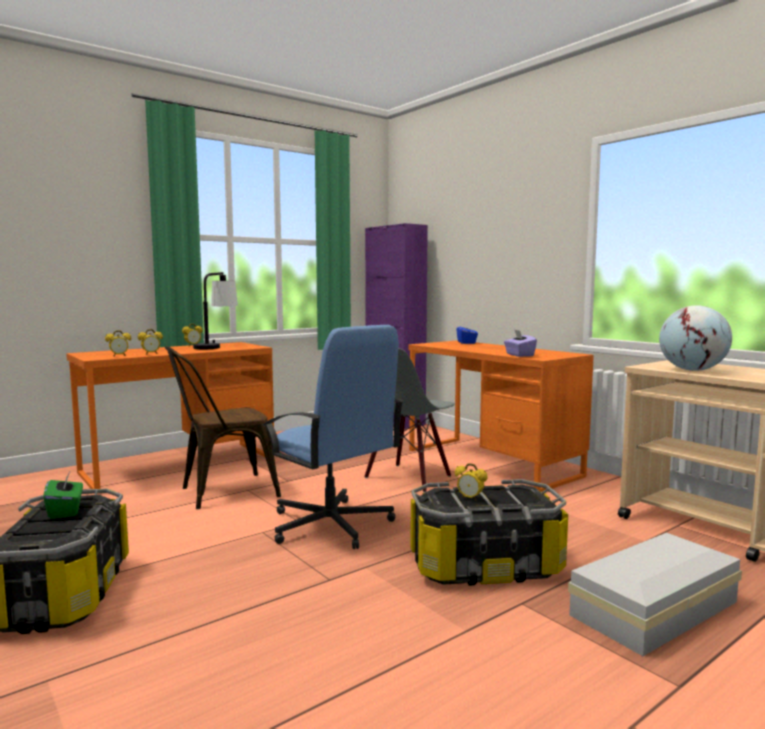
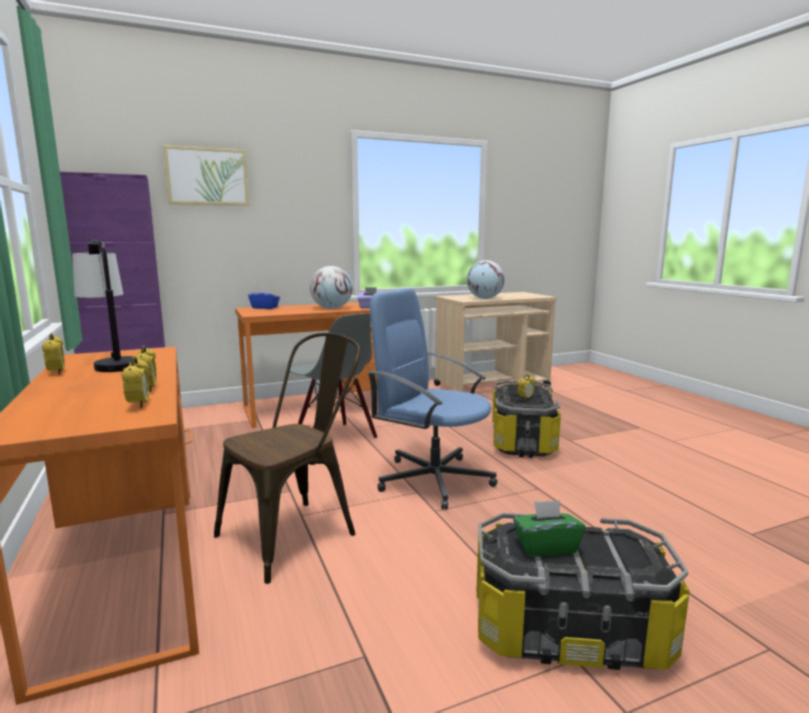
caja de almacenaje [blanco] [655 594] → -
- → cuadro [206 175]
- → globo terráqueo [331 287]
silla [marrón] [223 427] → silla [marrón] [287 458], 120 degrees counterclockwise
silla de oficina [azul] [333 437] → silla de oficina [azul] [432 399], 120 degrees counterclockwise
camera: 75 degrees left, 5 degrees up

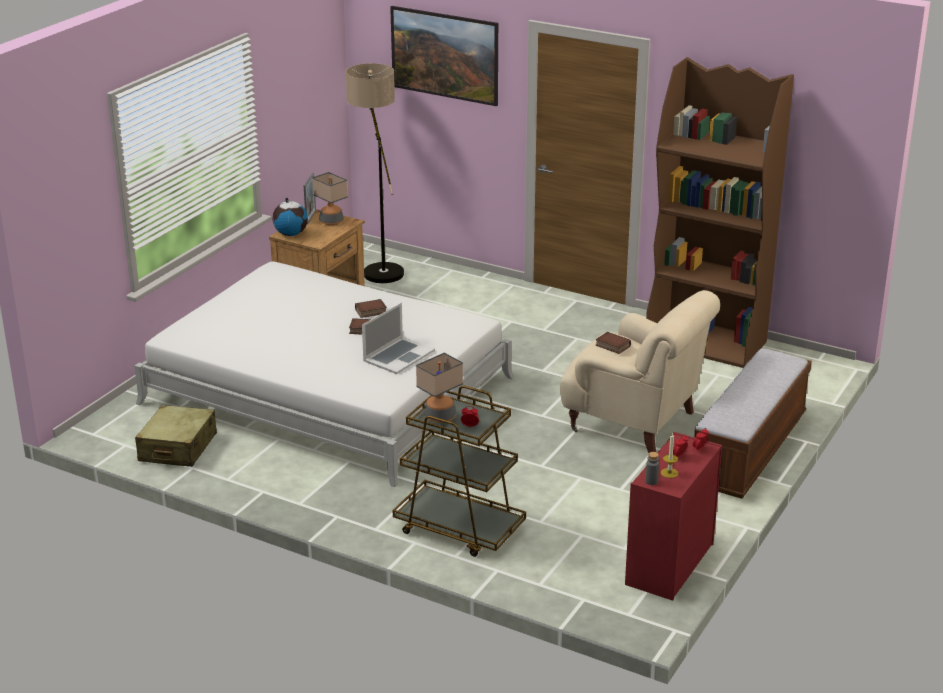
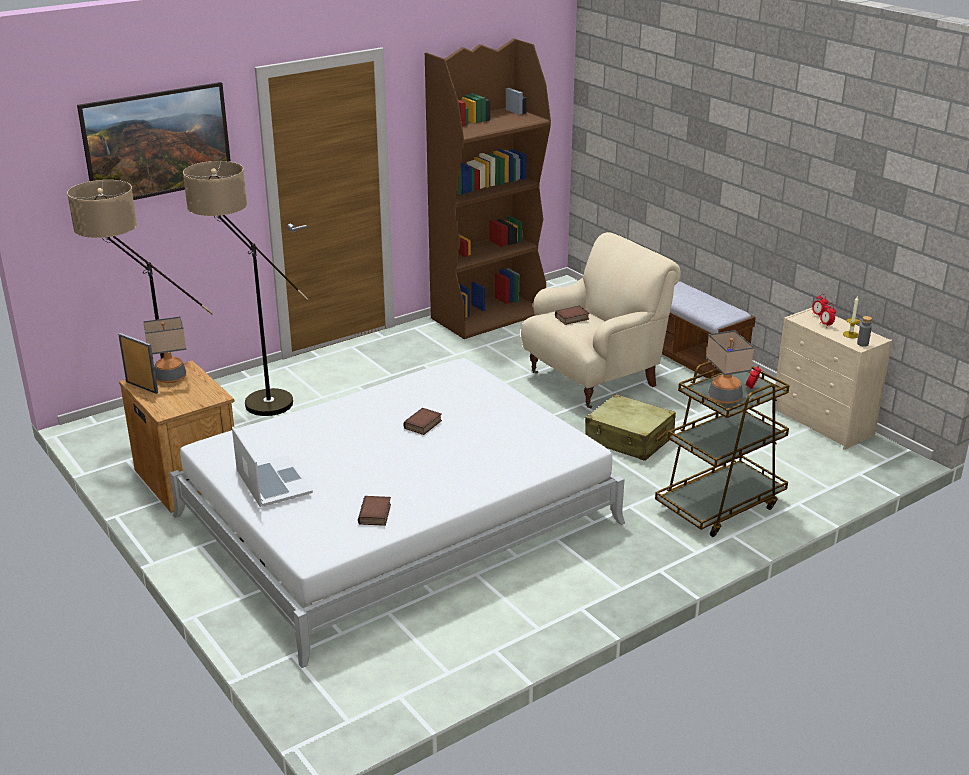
globo terráqueo [290 216] → -
- → lámpara de pie [245 288]
maleta [beis] [176 436] → maleta [beis] [630 427], relocated
libro [371 308] → libro [374 511], relocated
portátil [398 338] → portátil [272 467], relocated
cómoda [rojo] [673 516] → cómoda [beis] [832 379]
camera: 65 degrees left, 0 degrees up

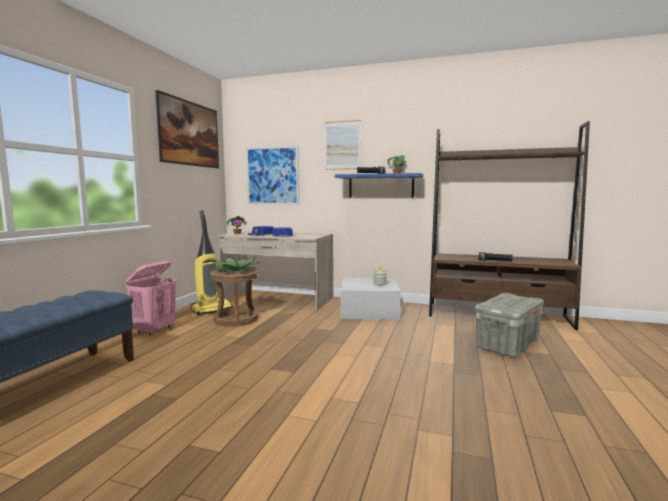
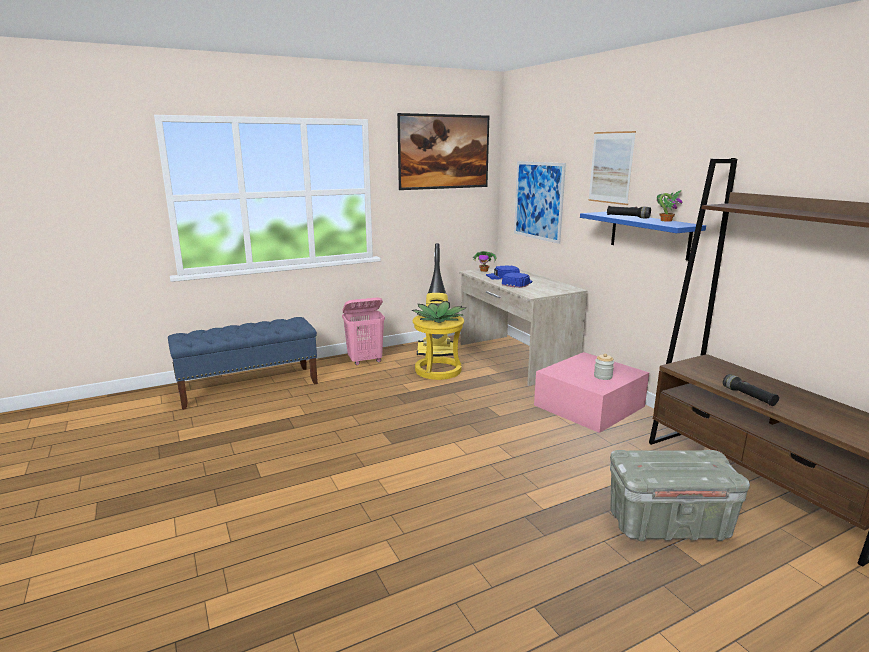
taburete [marrón] [234 297] → taburete [amarillo] [438 347]
caja de almacenaje [blanco] [370 298] → caja de almacenaje [rosa] [591 392]
camera: 45 degrees right, 10 degrees up

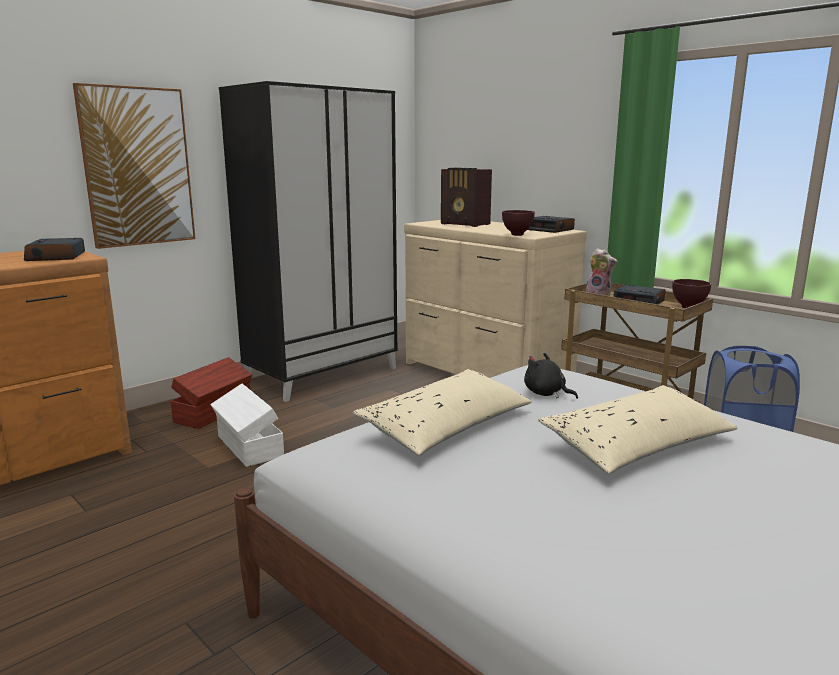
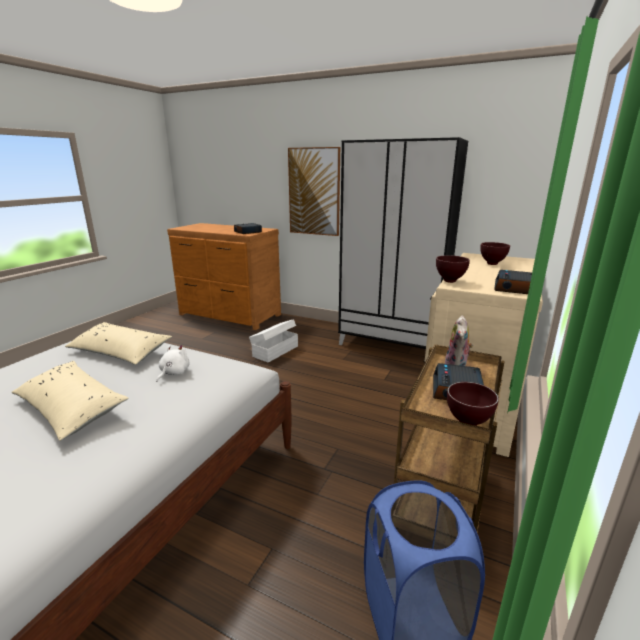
caja de almacenaje [marrón] [211 393] → -
radio [466 197] → cuenco [marrón] [495 253]
peluche [negro] [551 376] → peluche [blanco] [172 363]
camera: 70 degrees right, 5 degrees up

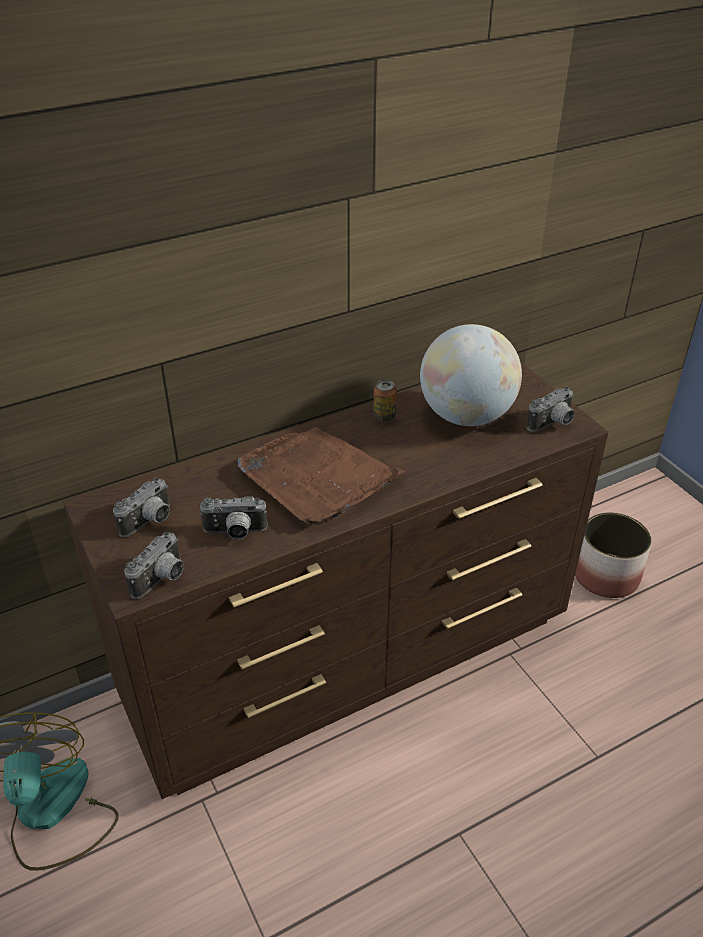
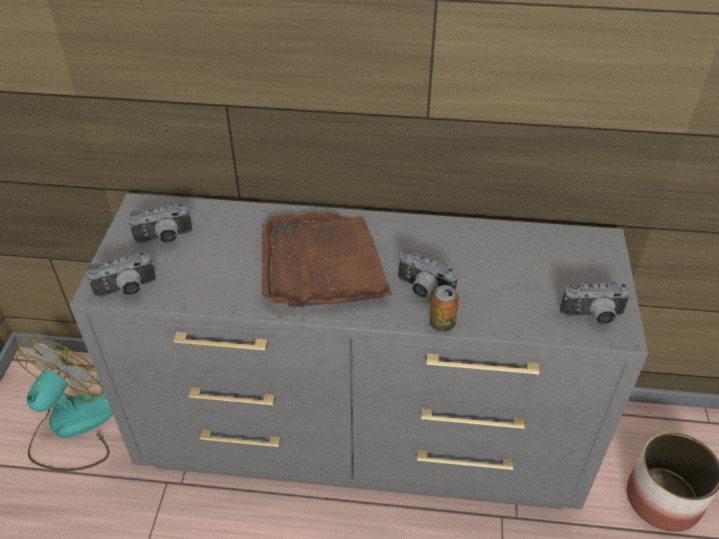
globo terráqueo [471 375] → -
cámara [233 518] → cámara [428 273], relocated
lata [385 401] → lata [444 308], relocated
cómoda [marrón] [335 580] → cómoda [gris] [359 351]
camera: 35 degrees right, 5 degrees up

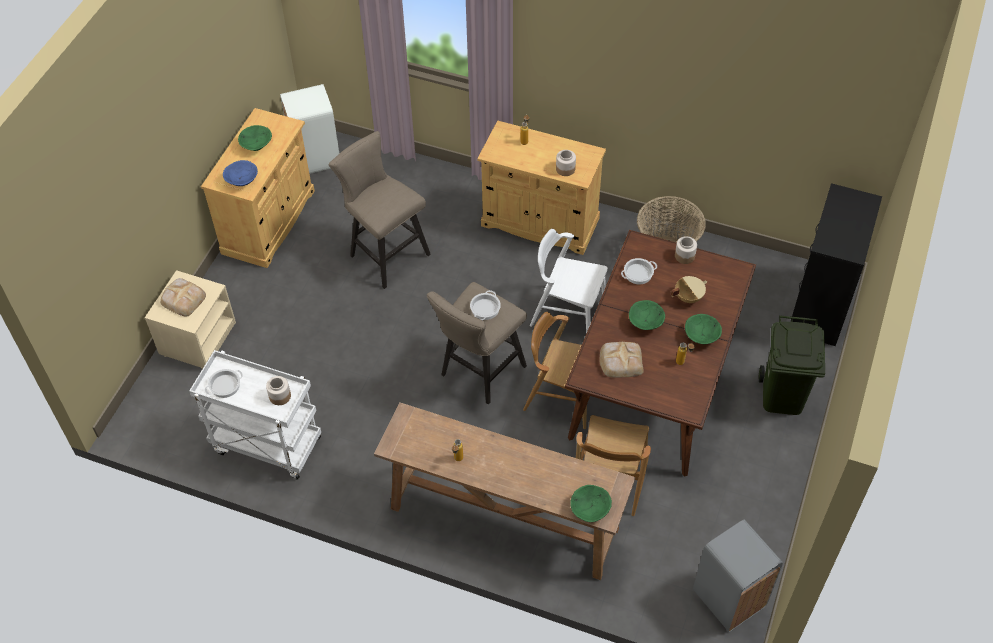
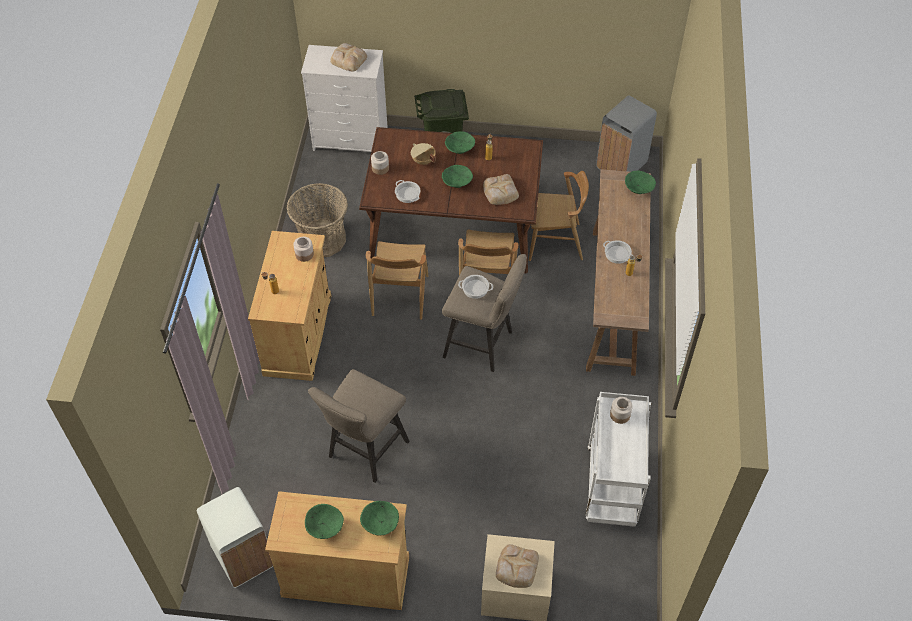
- → pan [348 57]
olla [224 383] → olla [618 252], relocated
cuenco [azul] [240 173] → cuenco [verde] [379 518]
silla [blanco] [569 281] → silla [marrón] [397 280]
cómoda [negro] [836 264] → cómoda [blanco] [344 98]
camera: 105 degrees left, 0 degrees up

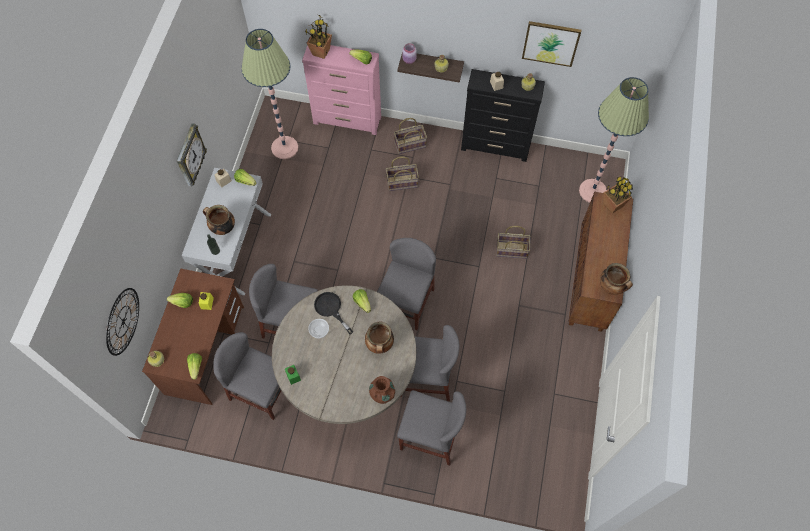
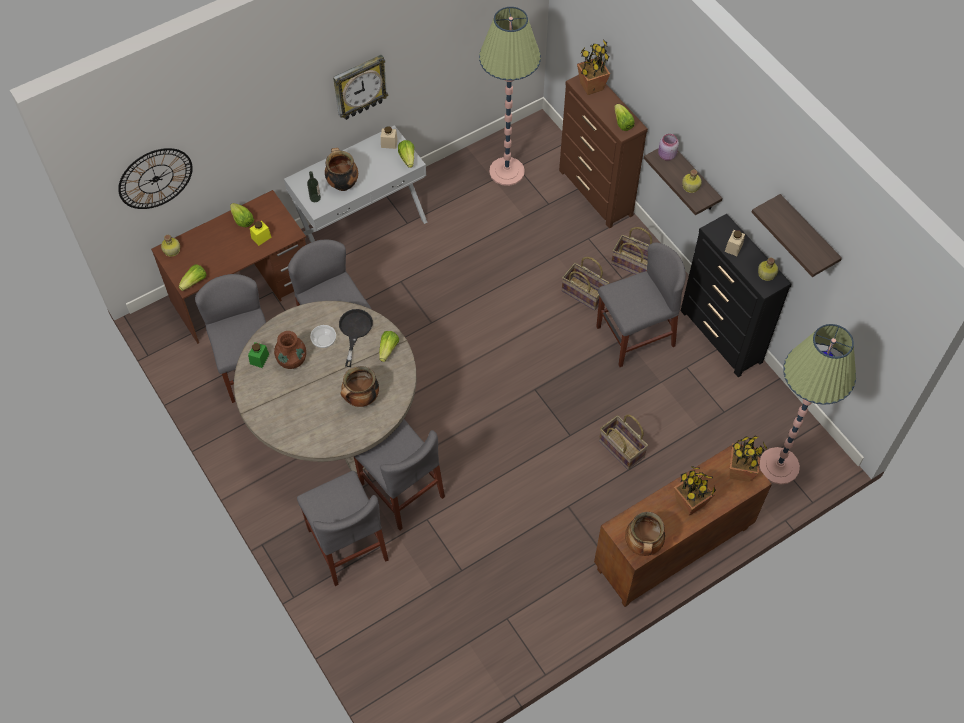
- → planta en maceta [695 491]
florero [marrón] [382 390] → florero [marrón] [290 350], relocated
silla [gris] [406 284] → silla [gris] [641 305], relocated
cuadro [551 44] → estante [796 235]
cómoda [rosa] [341 90] → cómoda [marrón] [603 152]
camera: 45 degrees right, 5 degrees down

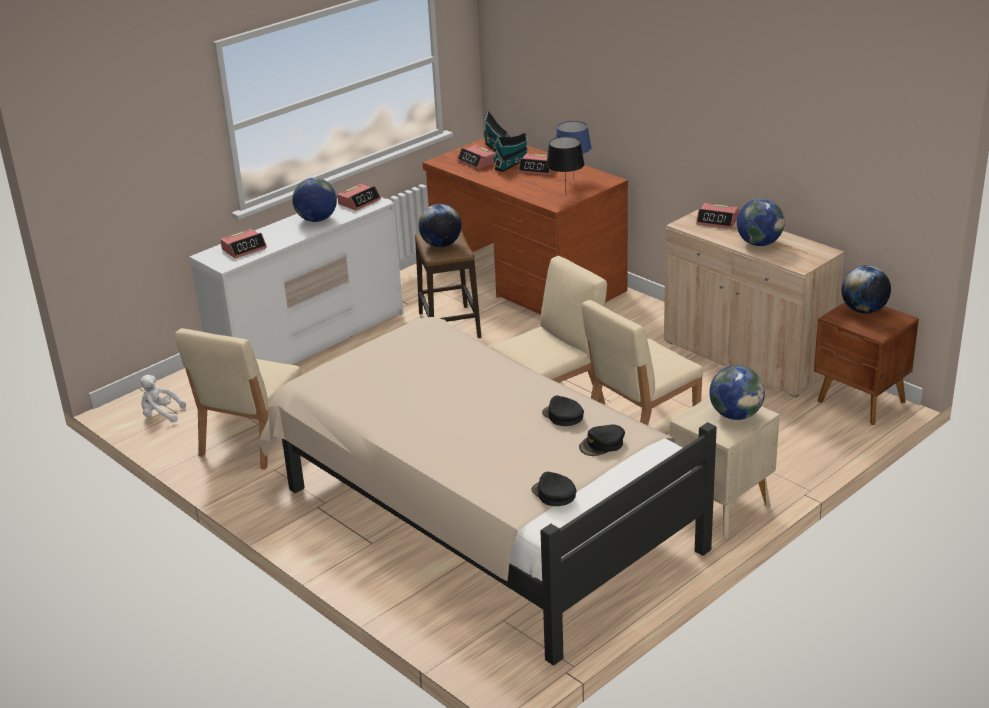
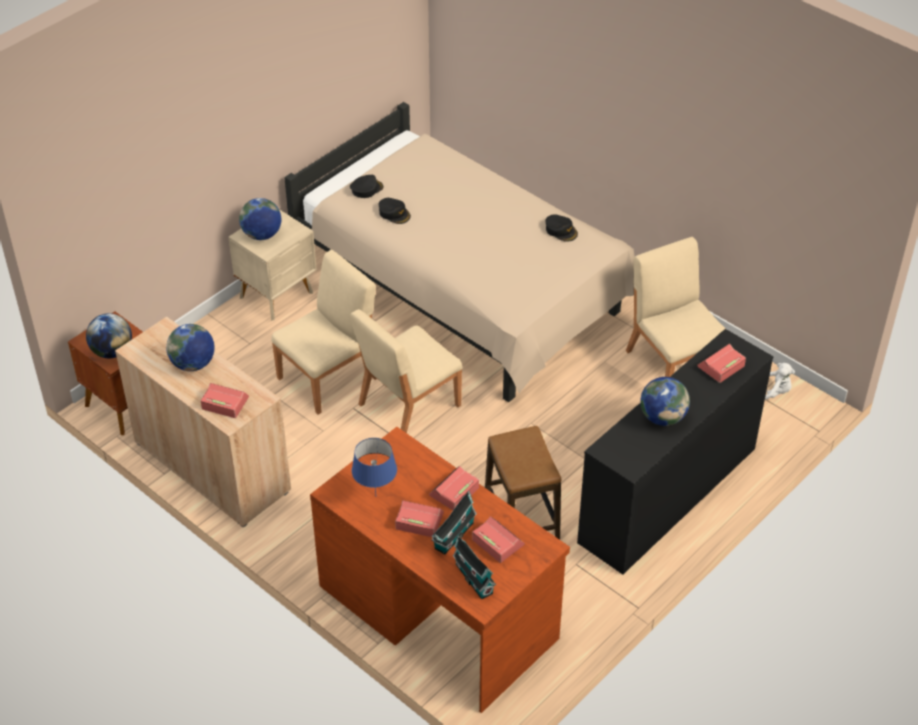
globo terráqueo [440 225] → -
lámpara de mesa [negro] [565 161] → -
despertador [359 197] → despertador [454 488], relocated
gorra [negro] [554 489] → gorra [negro] [561 228], relocated
cómoda [blanco] [296 281] → cómoda [negro] [675 451]
silla [beis] [238 399] → silla [beis] [676 307], 45 degrees counterclockwise
camera: 175 degrees right, 15 degrees up

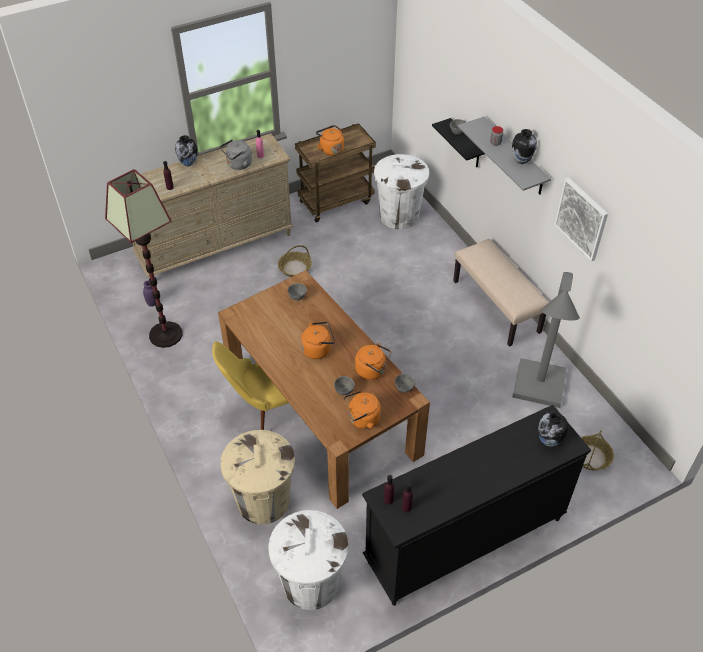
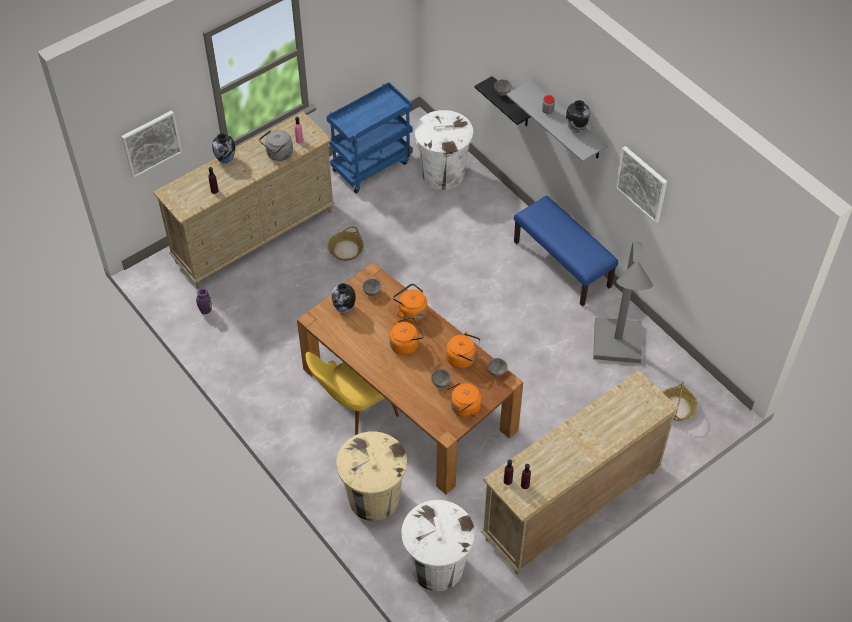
lámpara de pie [144 258] → -
- → cuadro [151 144]
hervidor [naranja] [330 140] → hervidor [naranja] [410 302], relocated
florero [553 429] → florero [344 298], relocated
carrito [marrón] [335 173] → carrito [azul] [370 137]
cómoda [negro] [476 505] → cómoda [beis] [579 472]
banco [beis] [501 293] → banco [azul] [566 251]
camera: 10 degrees left, 5 degrees up

